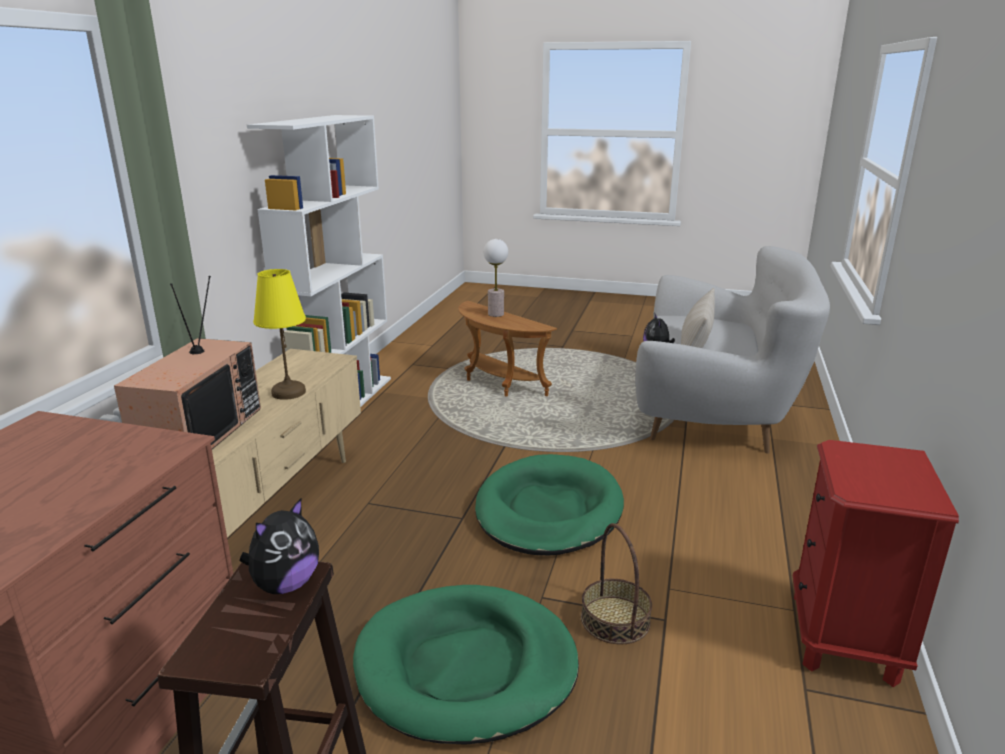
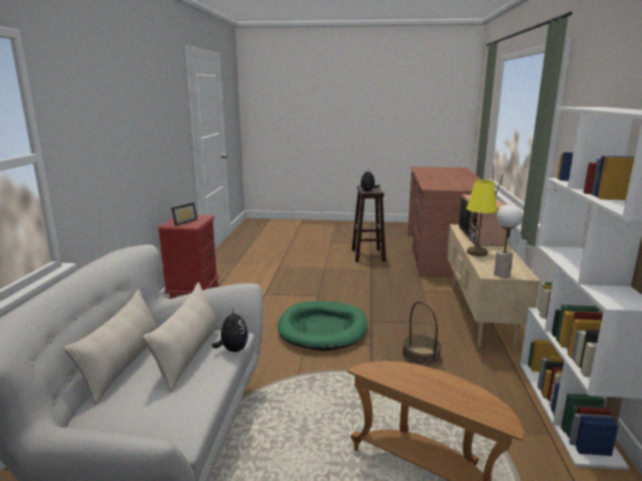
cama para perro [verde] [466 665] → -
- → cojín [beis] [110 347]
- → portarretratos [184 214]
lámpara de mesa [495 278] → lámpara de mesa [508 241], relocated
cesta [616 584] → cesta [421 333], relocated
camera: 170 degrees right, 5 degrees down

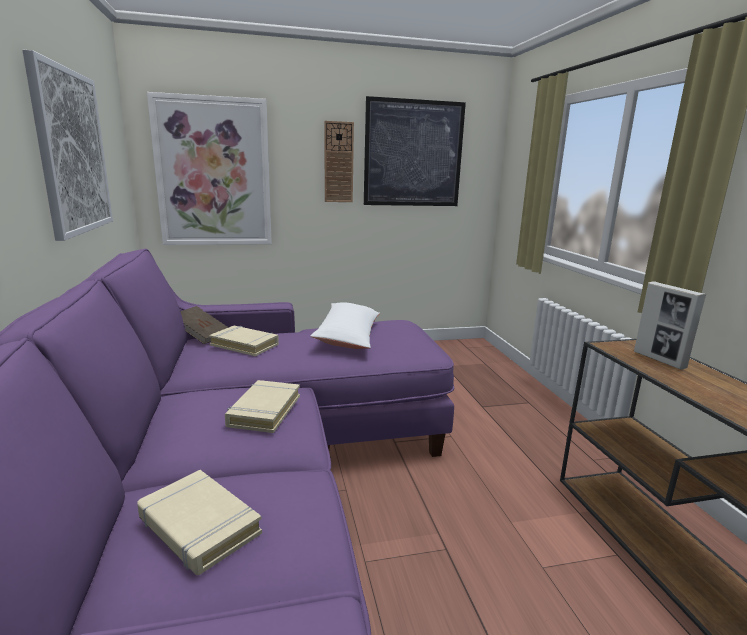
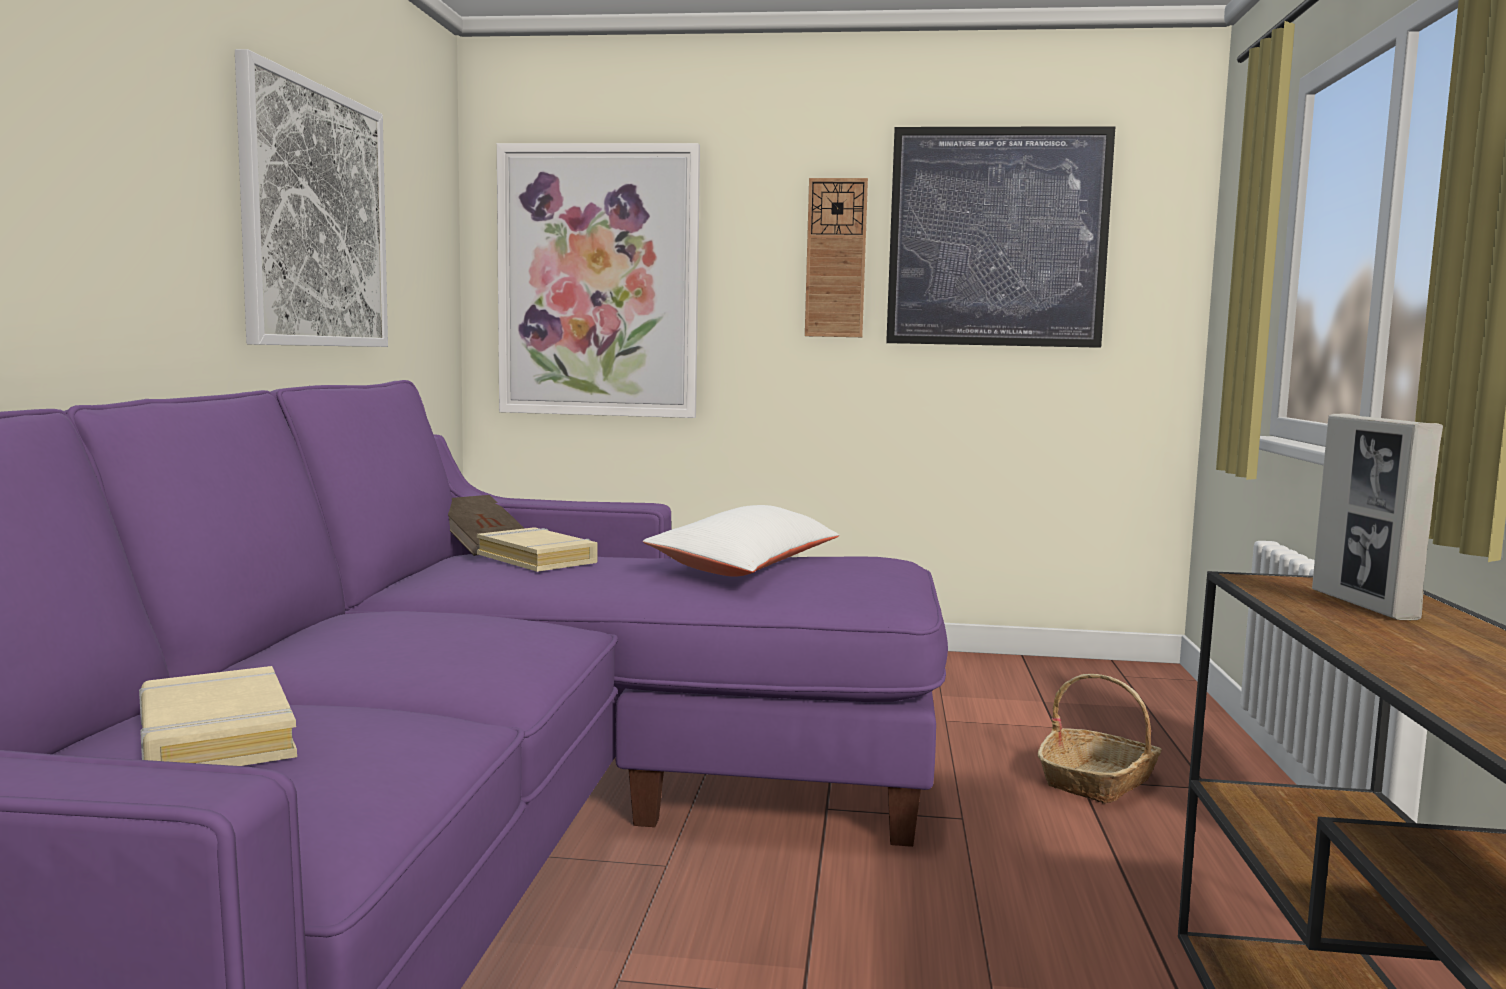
libro [beis] [262 406] → -
- → cesta [1100 739]
camera: 20 degrees right, 10 degrees down

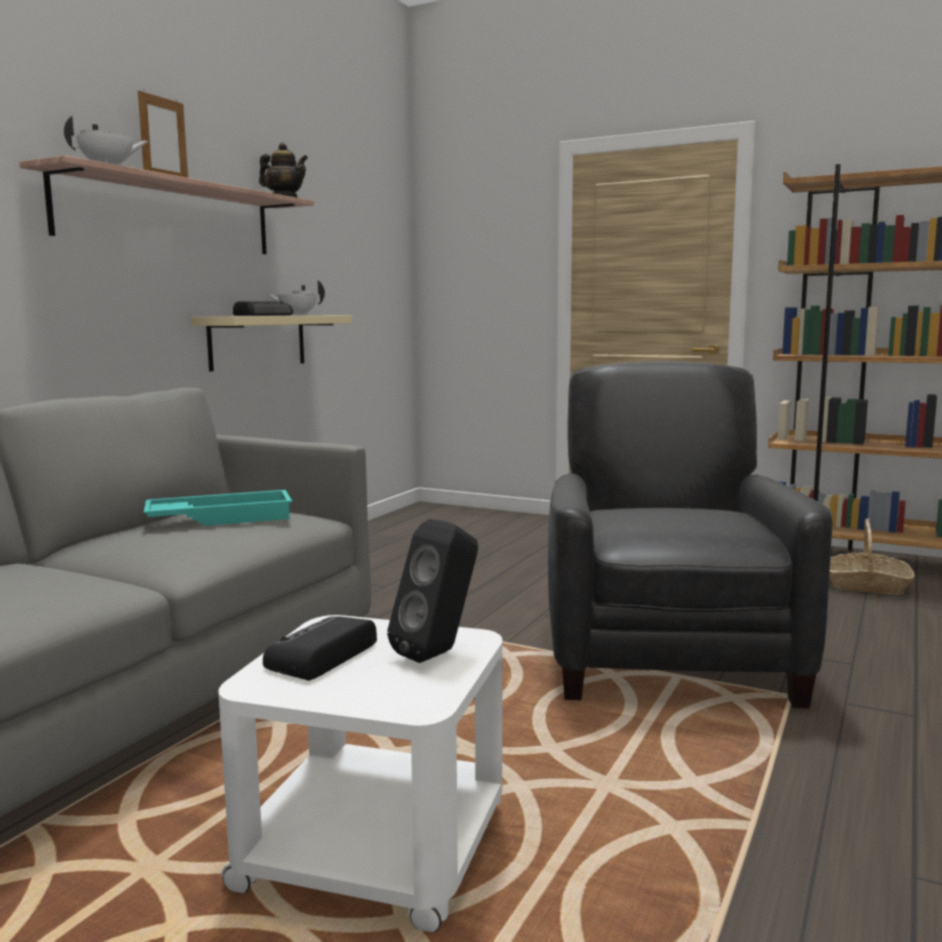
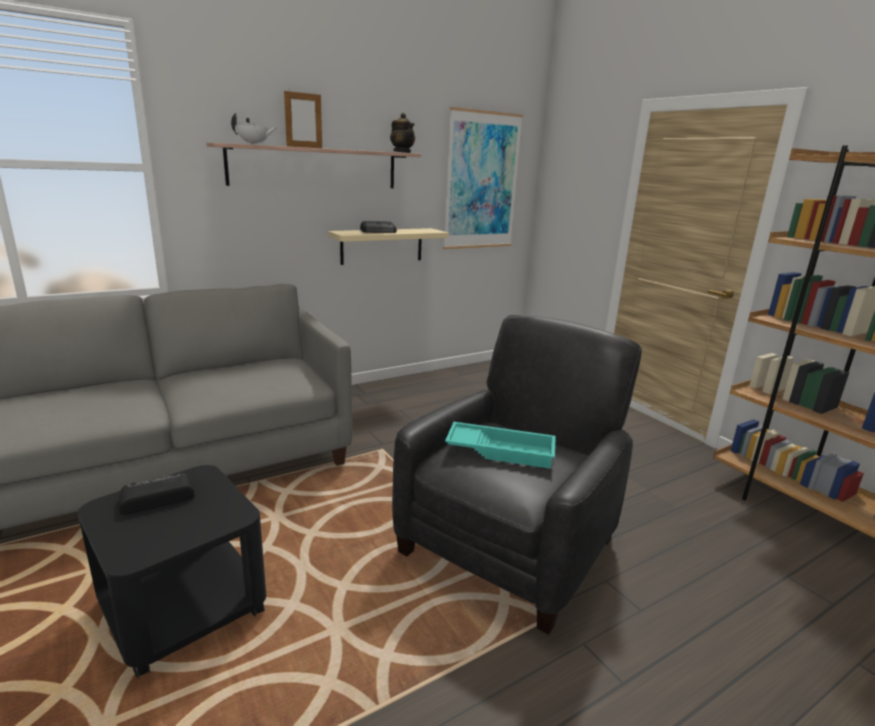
tetera [blanco] [296 297] → -
altavoz [negro] [432 591] → -
cesta [872 557] → -
- → cuadro [483 178]
bandeja [turquesa] [218 508] → bandeja [turquesa] [500 445], relocated
mesa auxiliar [blanco] [360 773] → mesa auxiliar [negro] [172 571]
camera: 30 degrees right, 10 degrees up

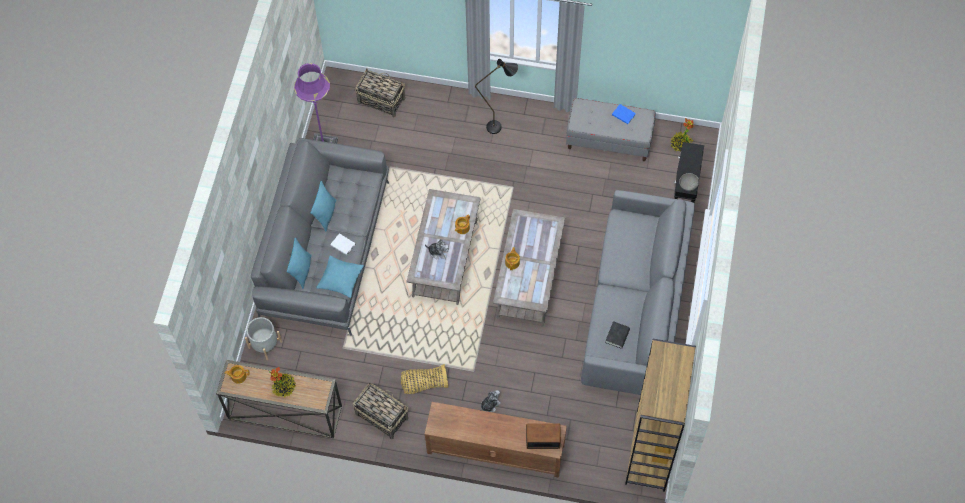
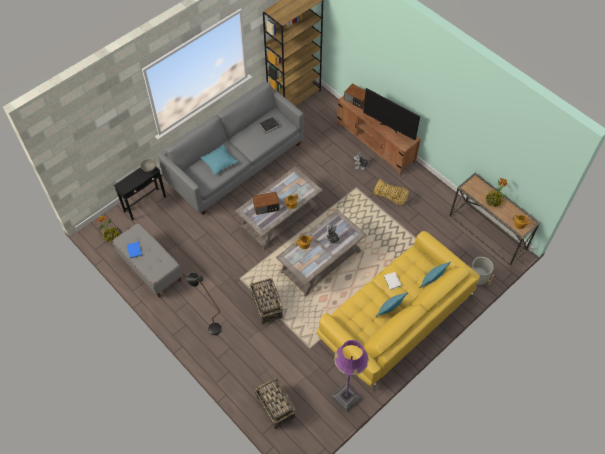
- → radio [266 203]
- → televisor [391 114]
cojín [turquesa] [340 277] → cojín [turquesa] [219 160], relocated
cesta [380 411] → cesta [266 301], relocated
sofá [gris] [320 237] → sofá [amarillo] [398 311]
camera: 145 degrees left, 5 degrees down

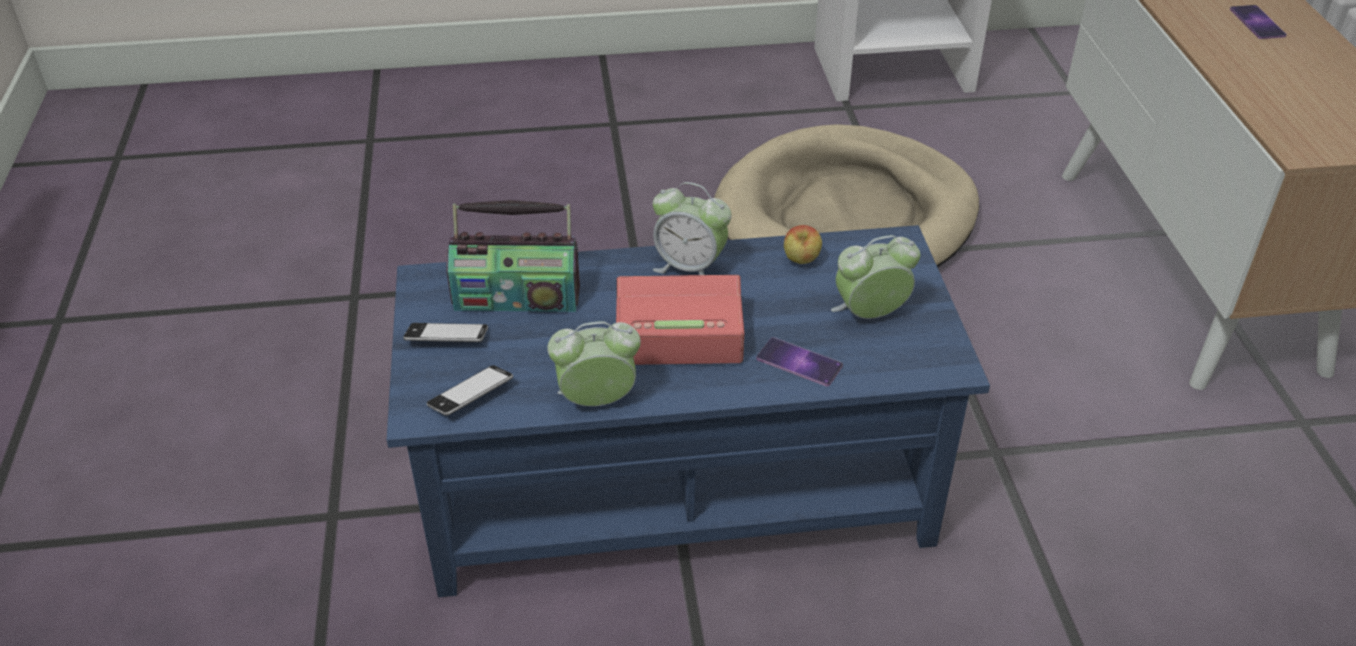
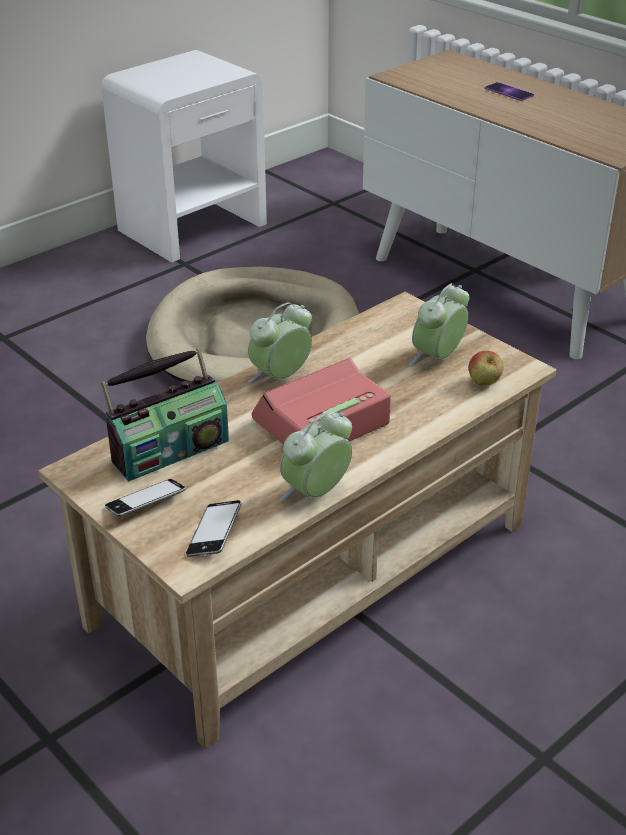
móvil [800 361] → -
manzana [803 244] → manzana [486 368], relocated
mesa de centro [azul] [688 411] → mesa de centro [beis] [297 520]
despertador [692 228] → despertador [280 342], 150 degrees clockwise
camera: 35 degrees left, 5 degrees down

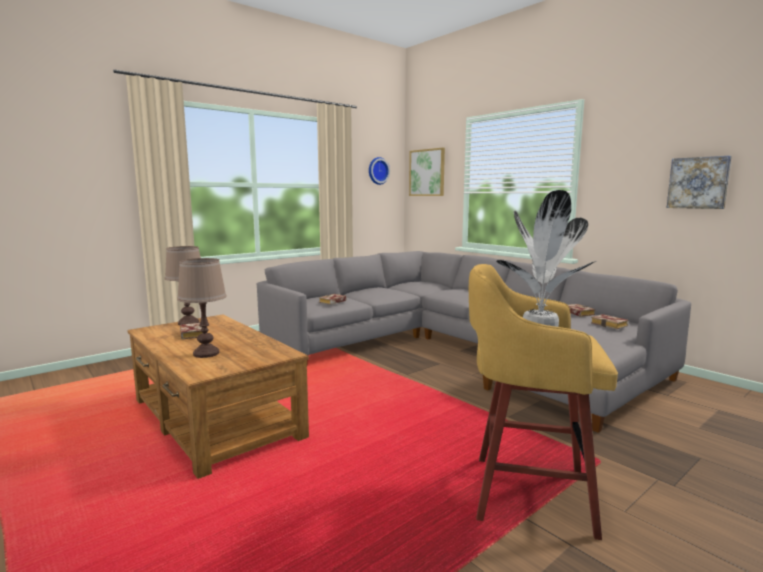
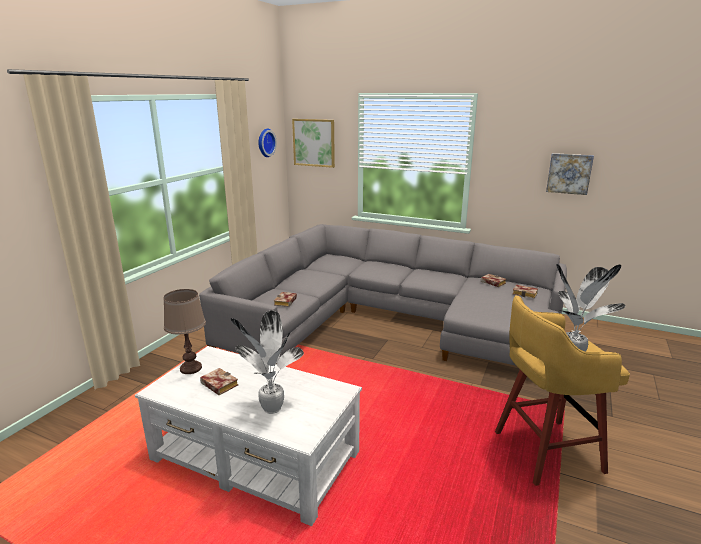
lámpara de mesa [marrón] [202 308] → planta en maceta [267 362]
mesa de centro [marrón] [218 396] → mesa de centro [blanco] [248 436]
camera: 25 degrees left, 10 degrees up

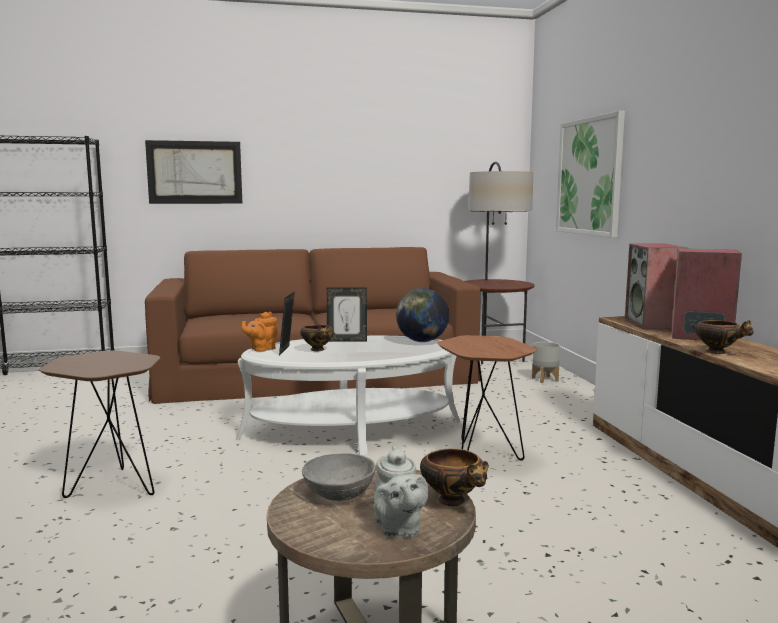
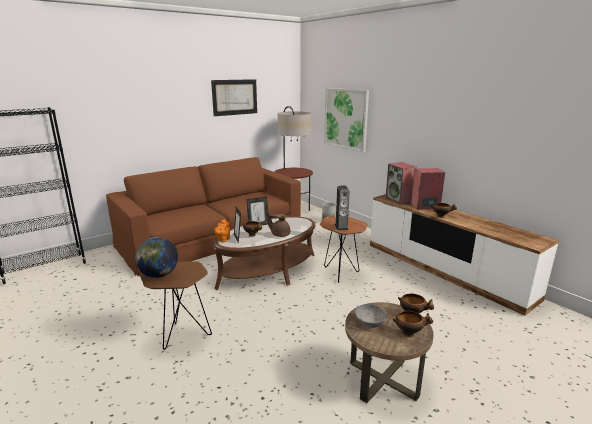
- → tetera [marrón] [278 223]
- → altavoz [342 208]
cuadro [193 172] → cuadro [234 97], relocated
globo terráqueo [422 315] → globo terráqueo [156 257], relocated
tetera [gris] [401 491] → cuenco [413 324]
mesa de centro [blanco] [348 395] → mesa de centro [marrón] [264 253]
camera: 25 degrees left, 10 degrees up

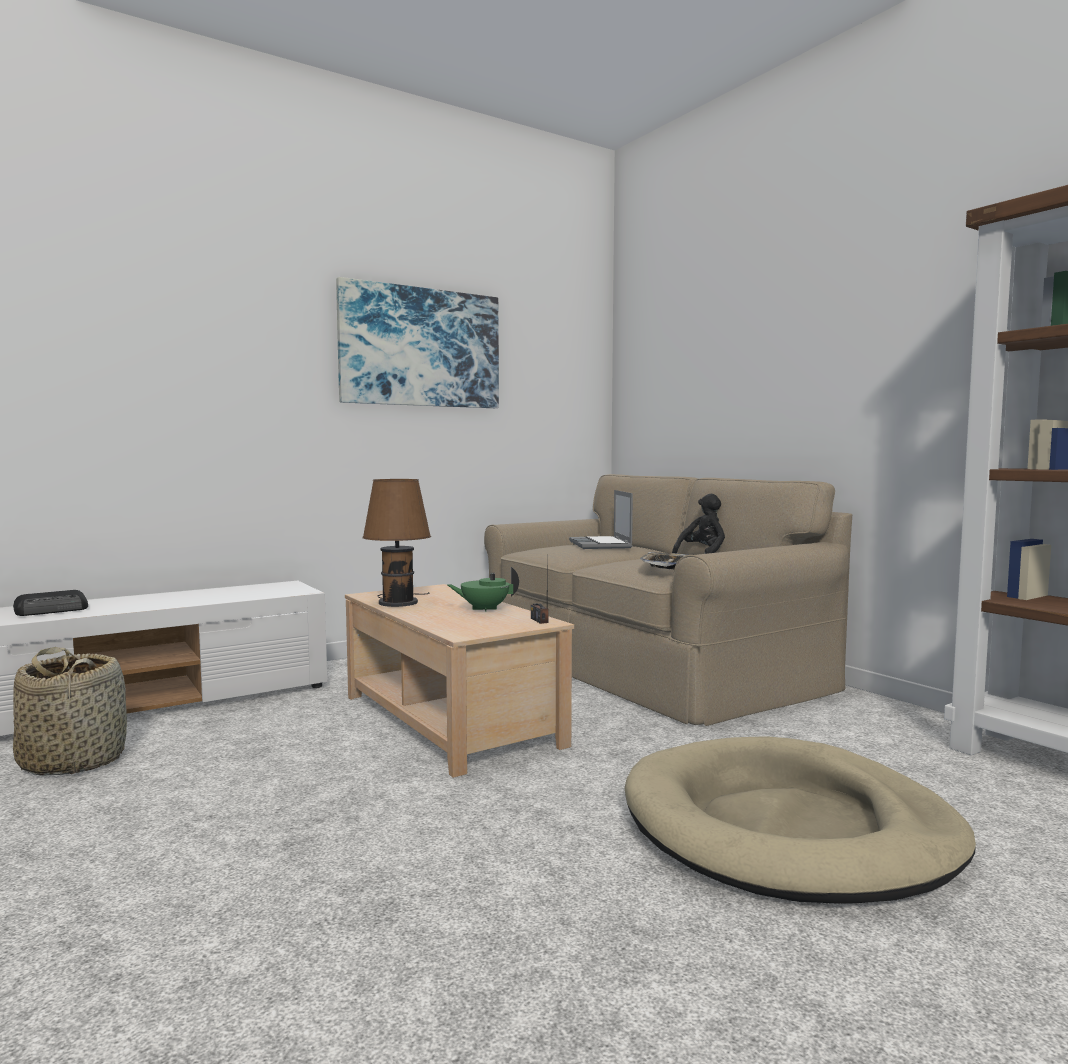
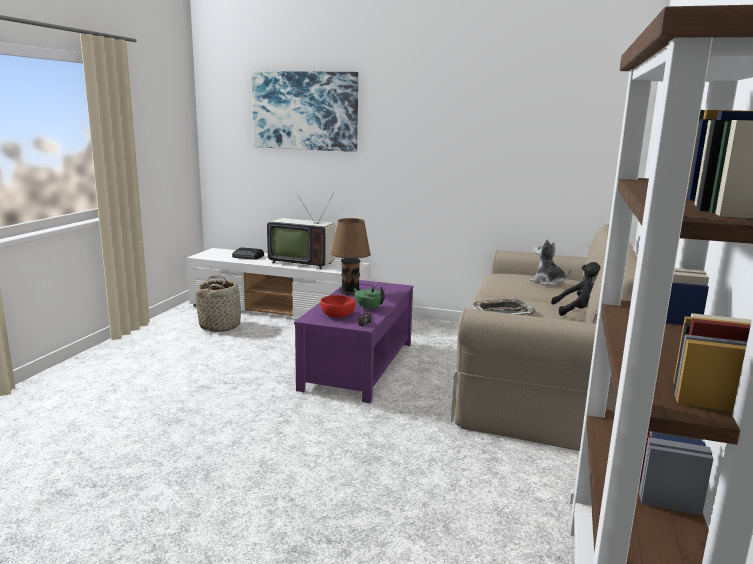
cama para perro [beis] [800 820] → -
- → televisor [301 231]
- → cuenco [rojo] [337 306]
cuadro [417 342] → cuadro [304 111], relocated
portátil [601 519] → peluche [550 262]
mesa de centro [beis] [459 681] → mesa de centro [morado] [354 341]
camera: 50 degrees right, 10 degrees up

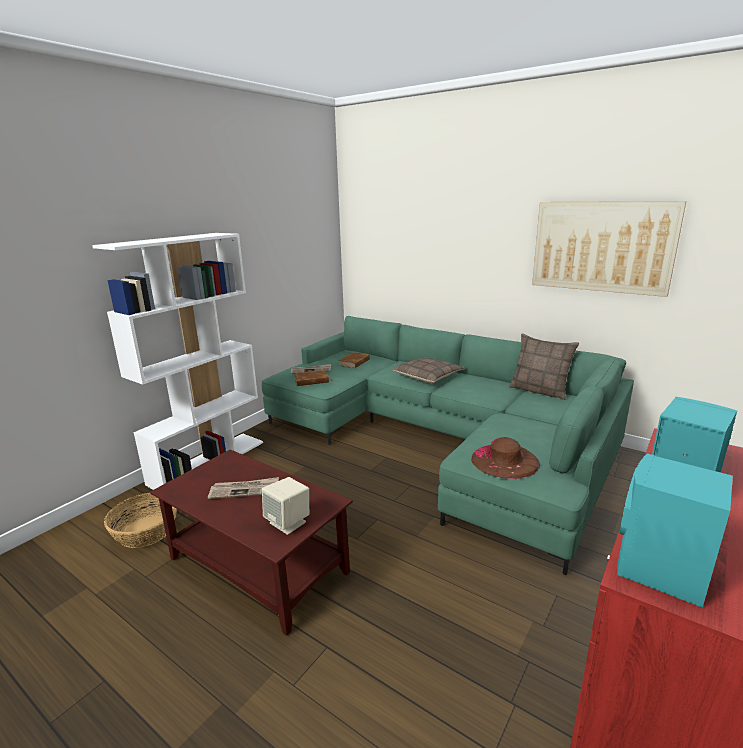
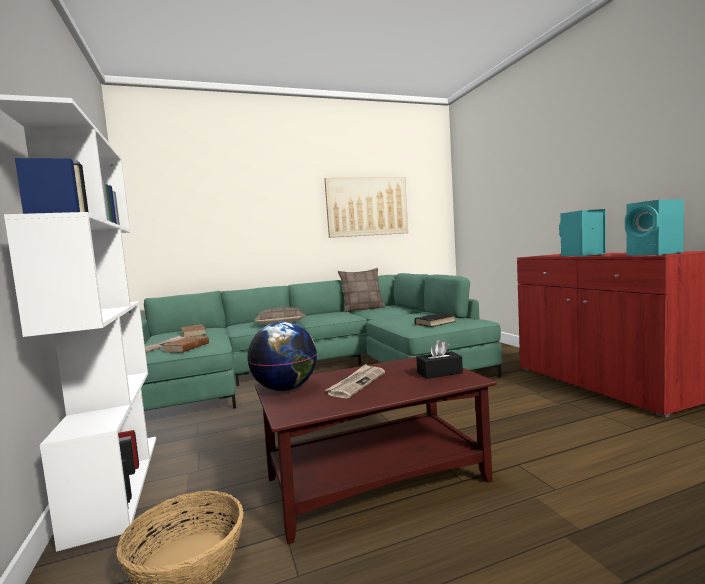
- → globo terráqueo [282 356]
altavoz [beis] [285 506] → caja de pañuelos [negro] [439 359]
sombrero [marrón] [505 458] → libro [negro] [435 320]
camera: 55 degrees left, 15 degrees down

